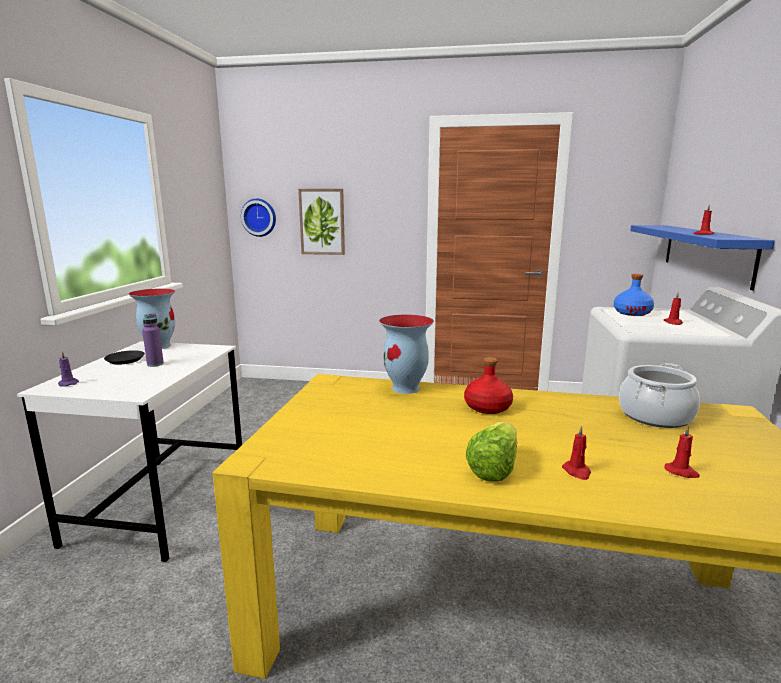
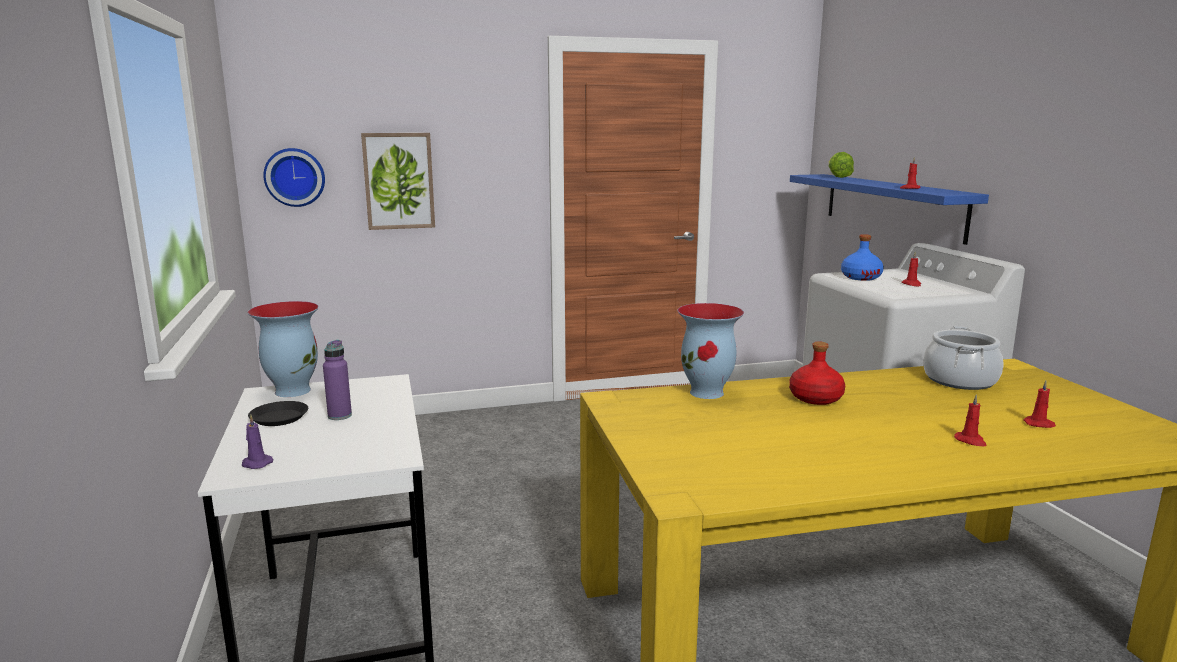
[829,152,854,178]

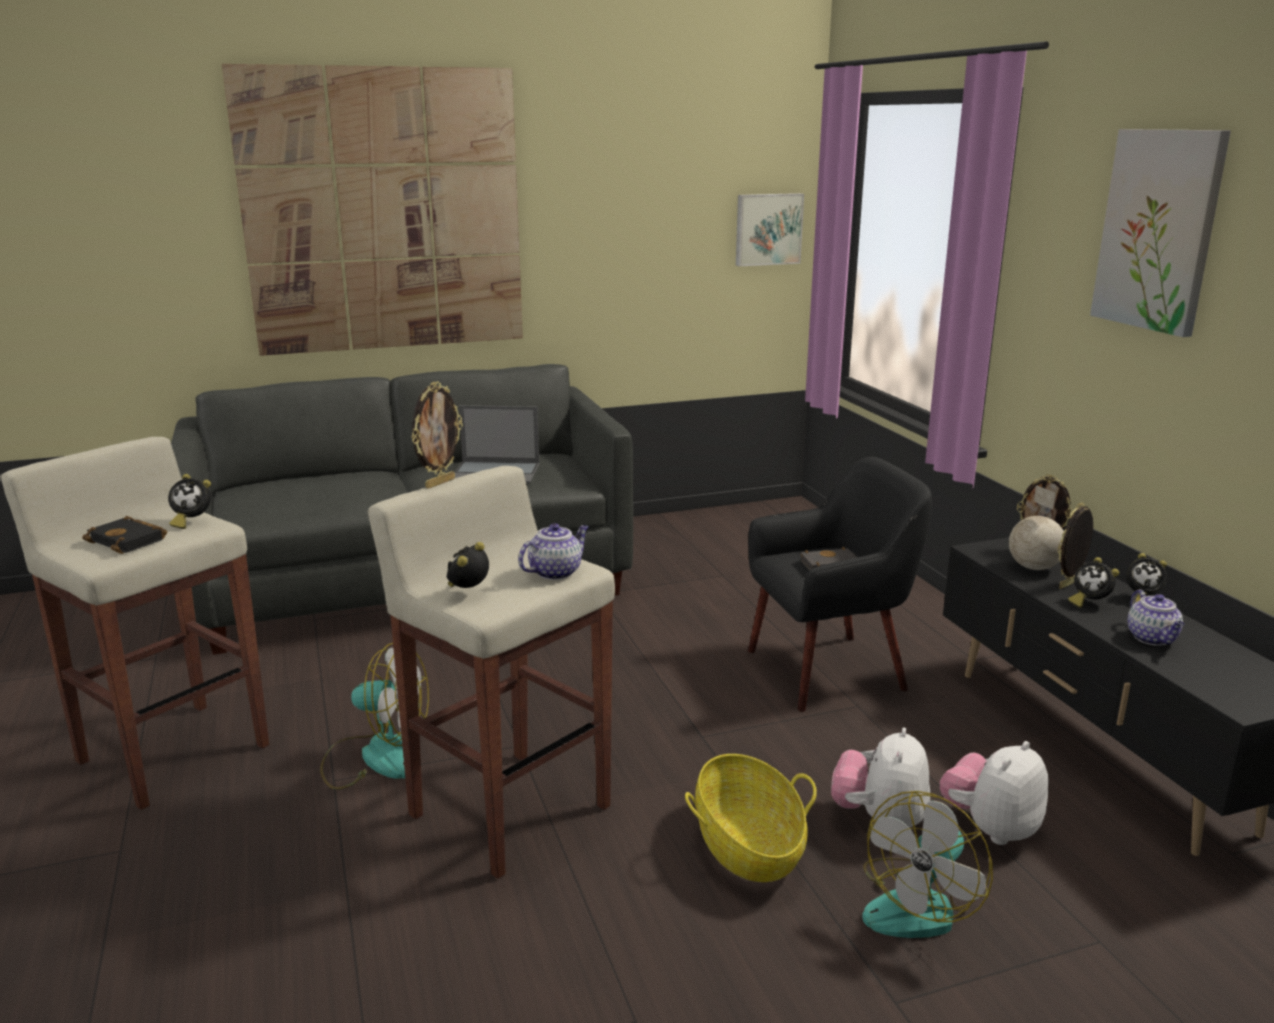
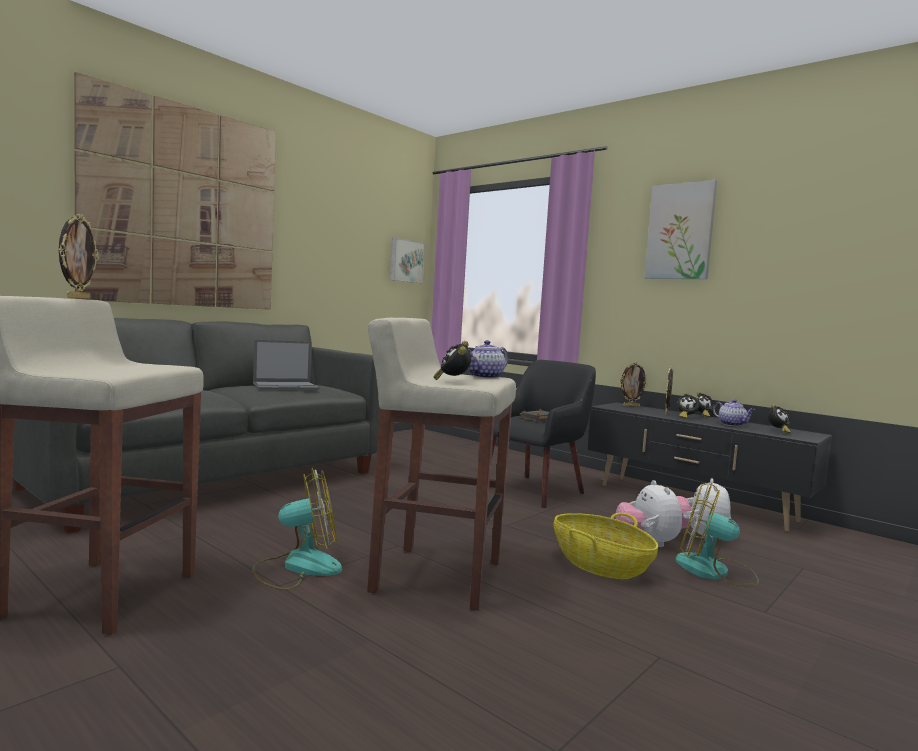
[82,516,167,554] (first image)
[1009,485,1064,570] (first image)
[768,404,791,434]
[59,214,99,299]
[468,340,508,379]
[676,483,759,586]

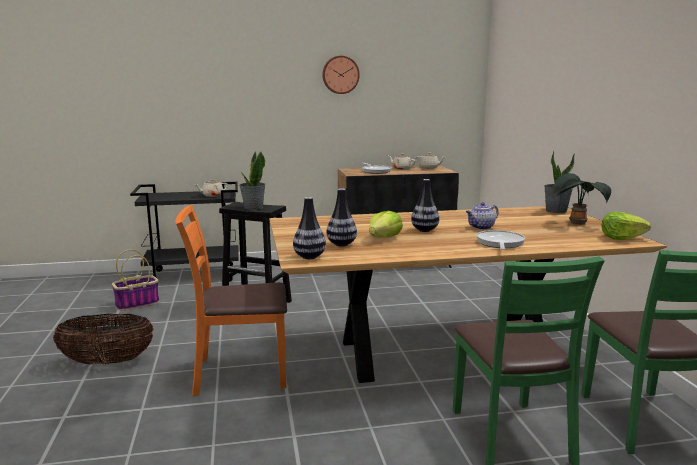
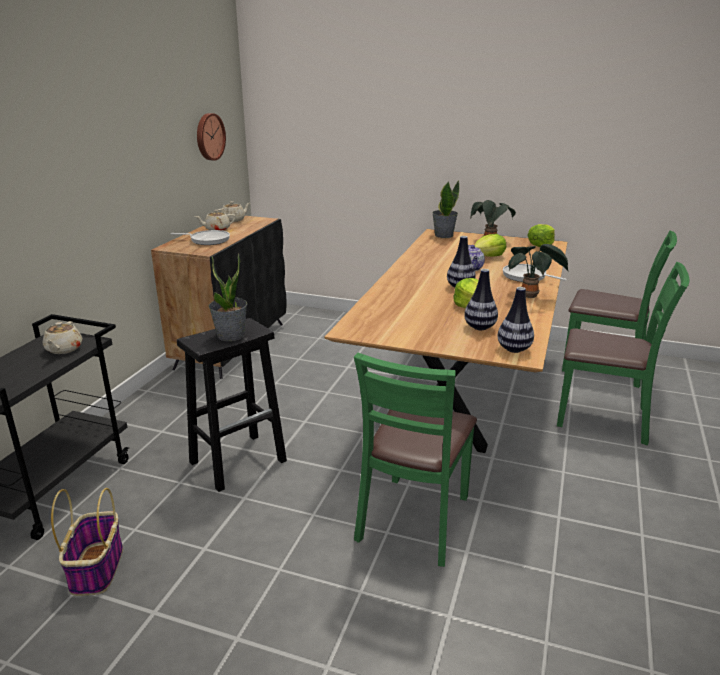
[53,314,154,365] (first image)
[475,234,506,257]
[508,244,569,298]
[197,113,226,161]
[354,353,477,567]

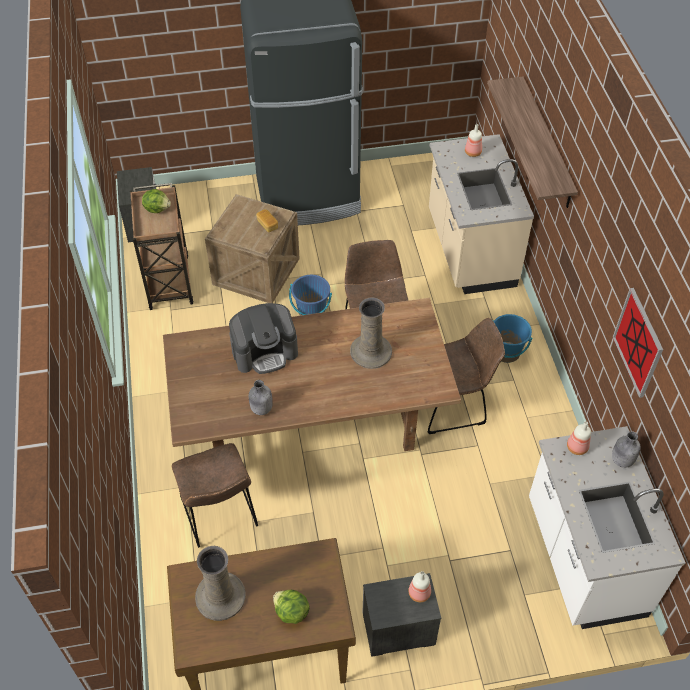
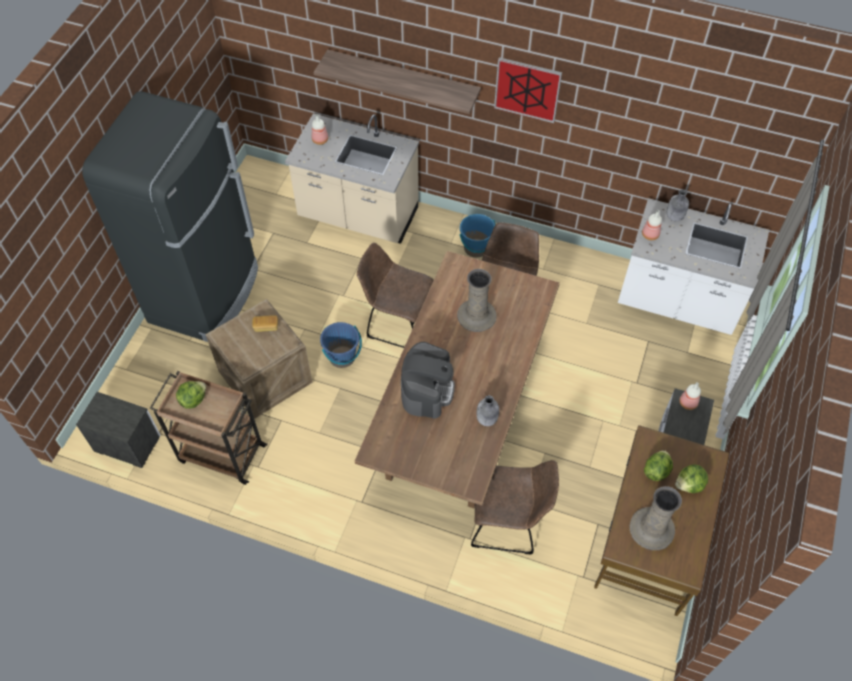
[644,450,673,481]
[494,57,562,123]

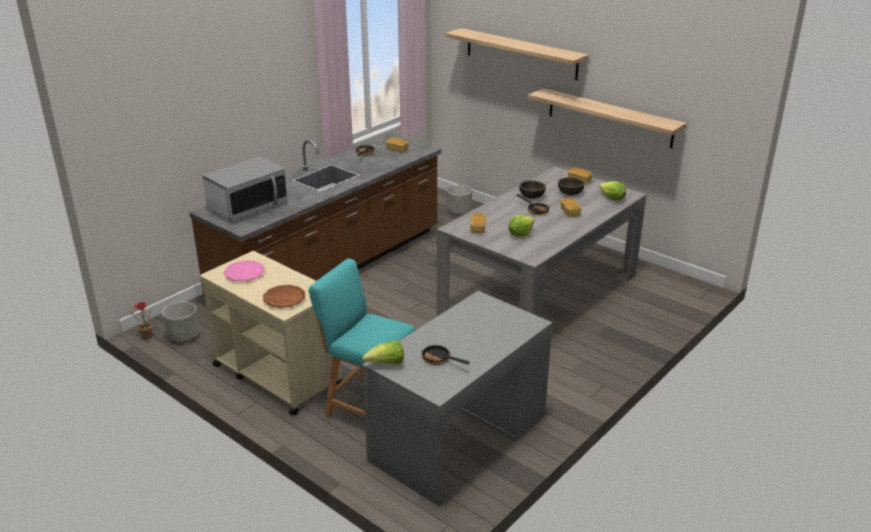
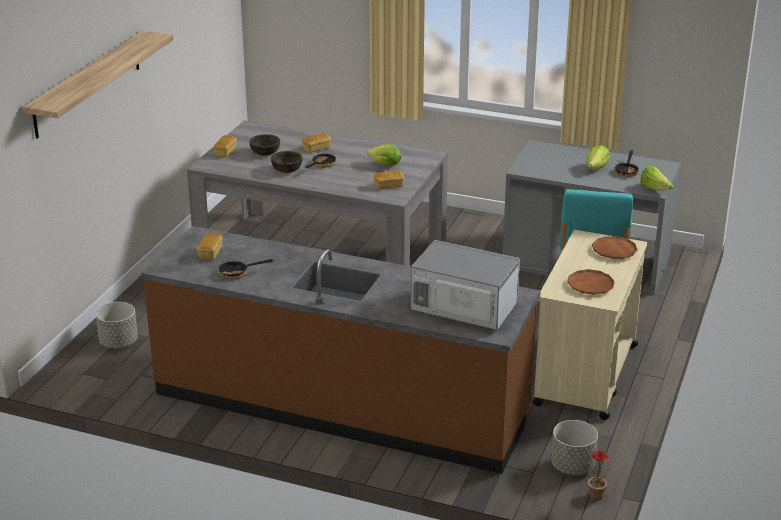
[528,88,687,148] (first image)
[586,145,610,170]
[567,269,615,295]

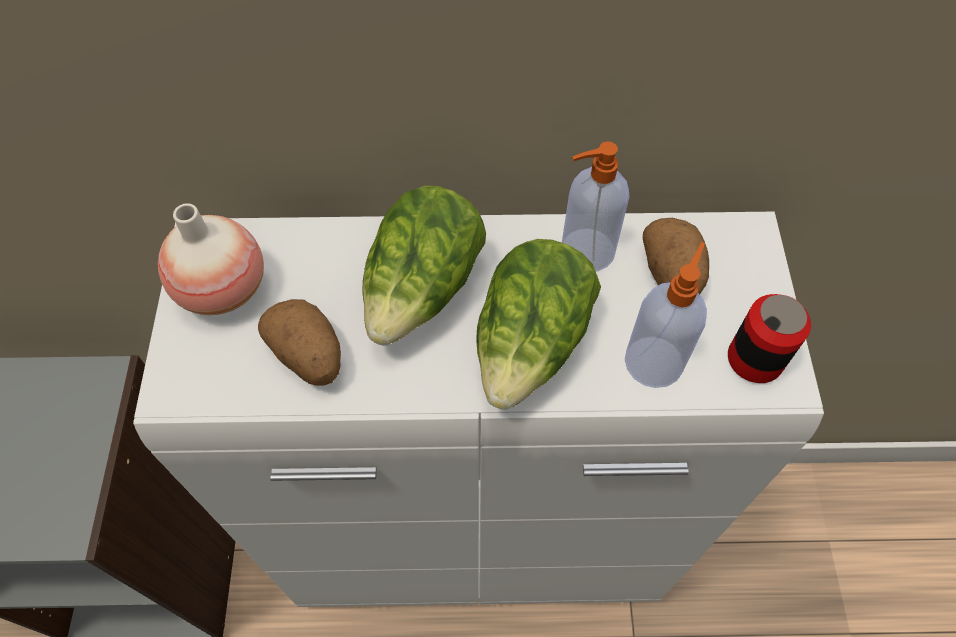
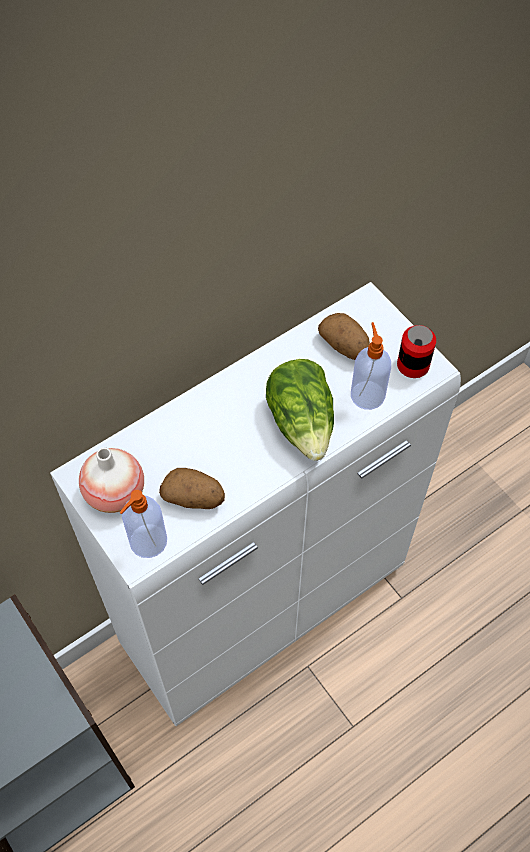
[362,185,486,346] (first image)
[120,490,167,558]

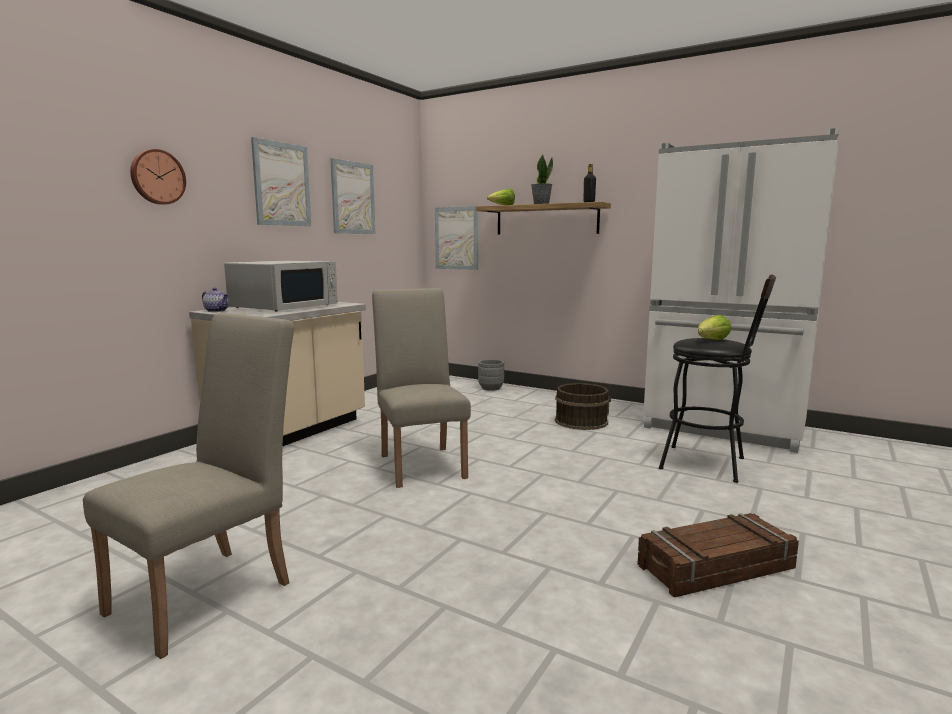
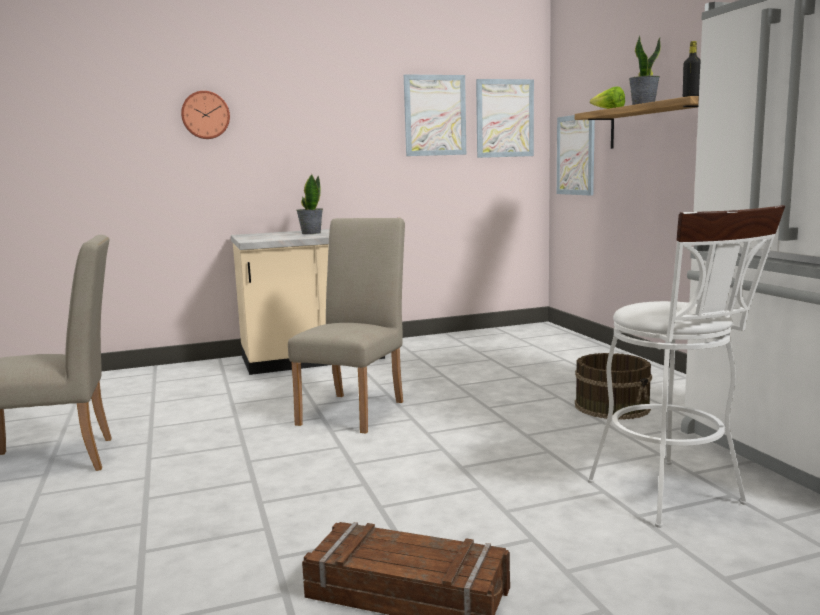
[202,288,229,312] (first image)
[478,359,504,391] (first image)
[698,315,731,340] (first image)
[476,79,534,158]
[297,174,323,234]
[588,205,785,528]

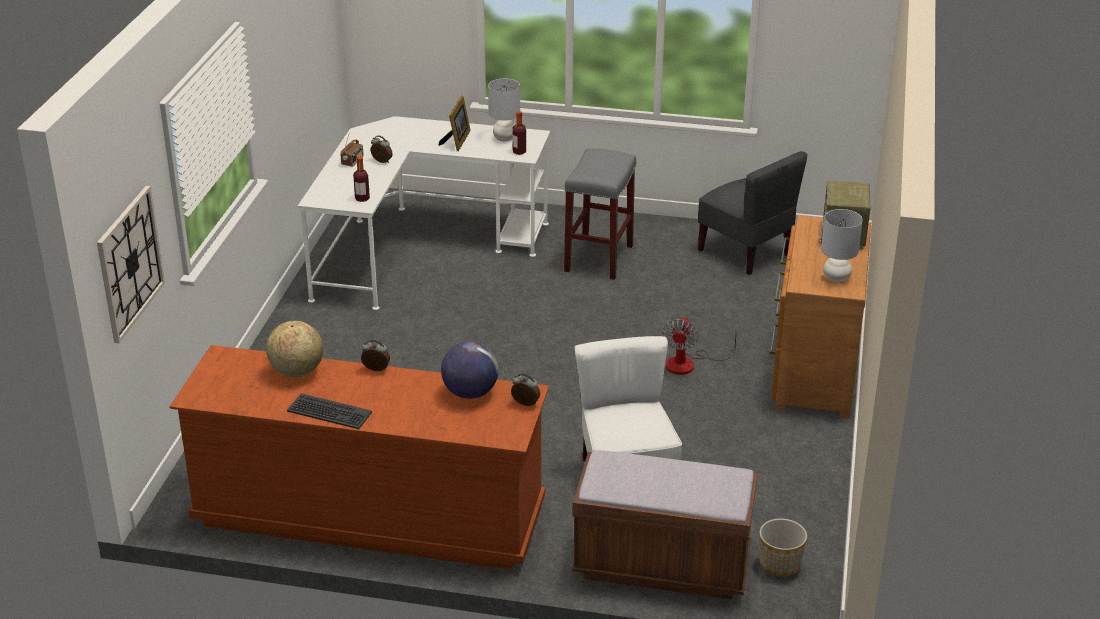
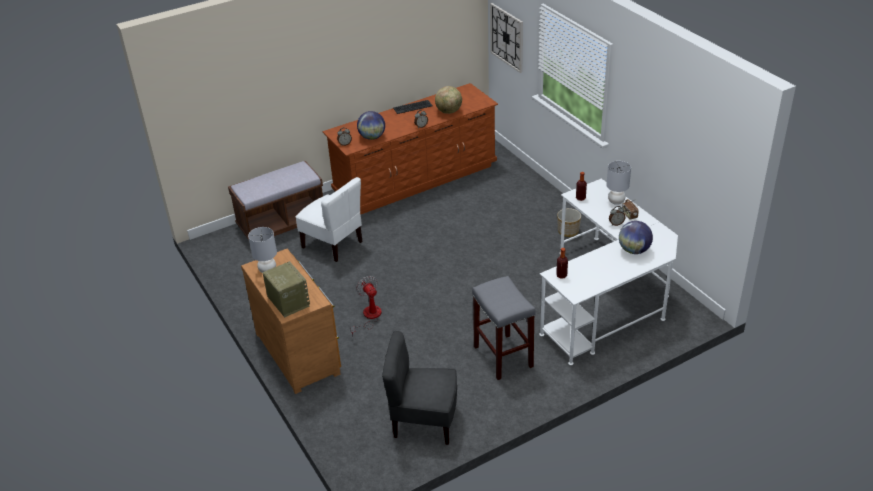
[438,96,471,151] (first image)
[619,221,653,254]
[607,161,631,205]
[557,208,581,237]

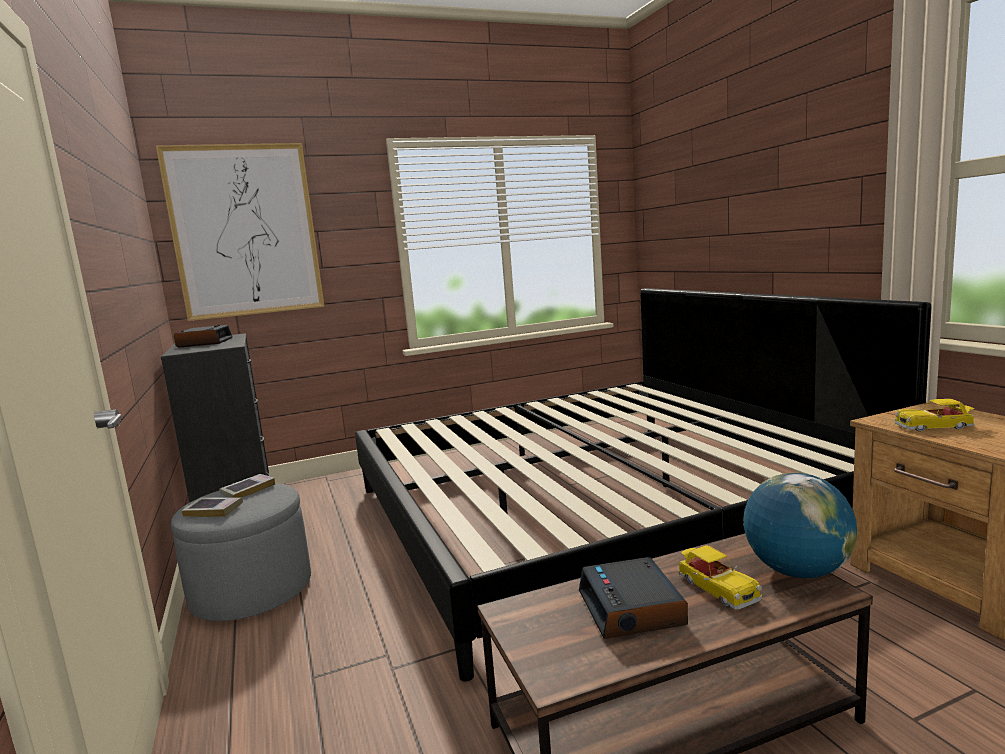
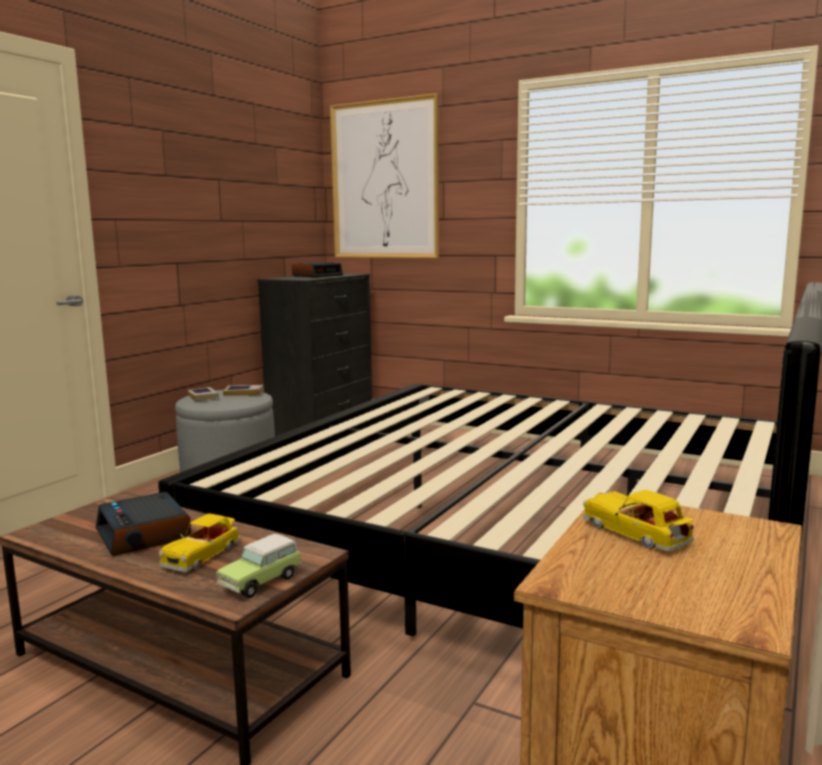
[216,534,302,598]
[96,492,191,556]

